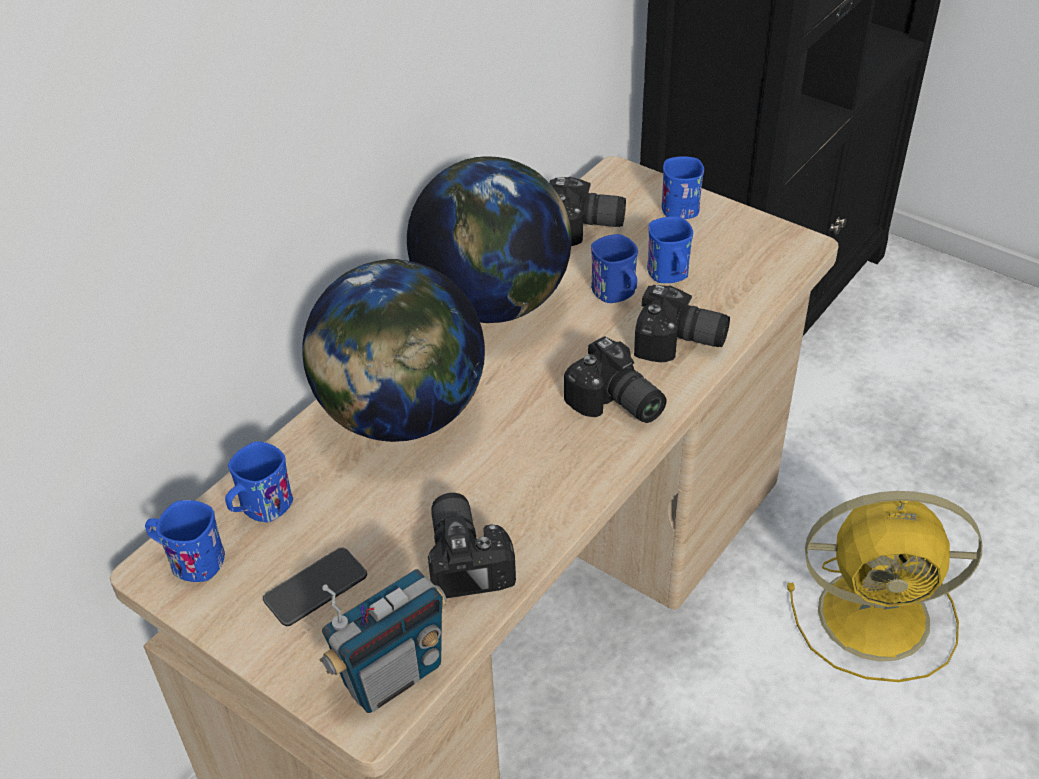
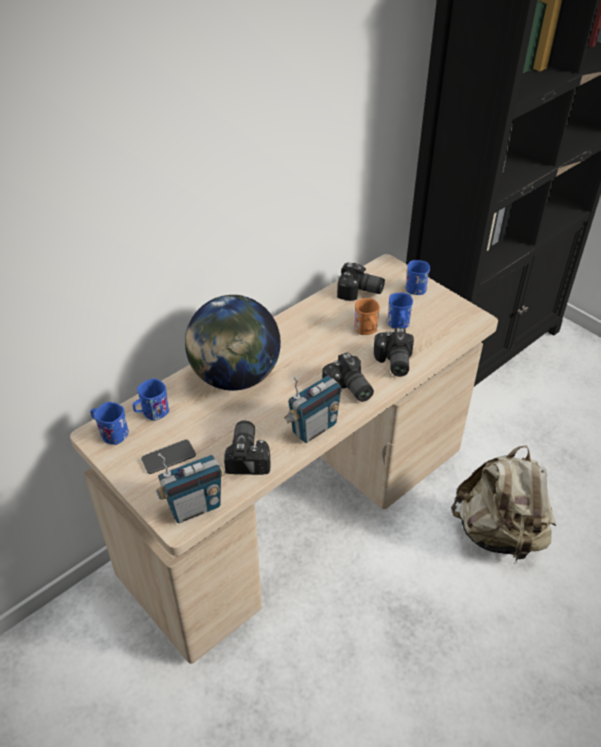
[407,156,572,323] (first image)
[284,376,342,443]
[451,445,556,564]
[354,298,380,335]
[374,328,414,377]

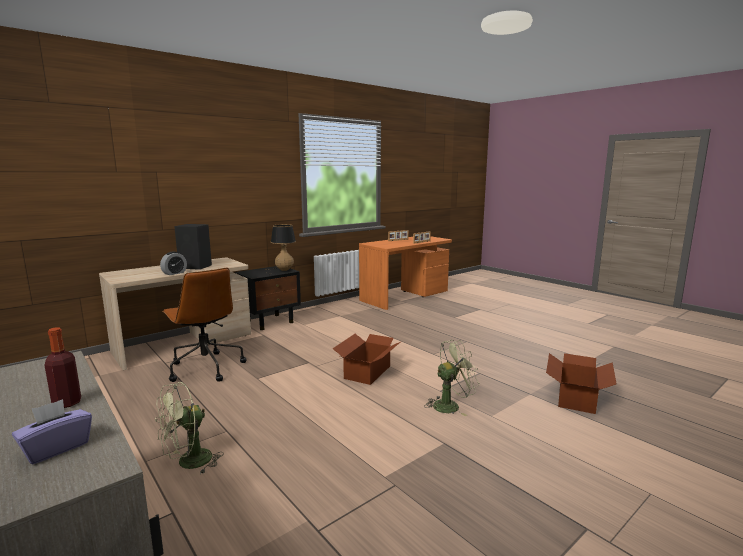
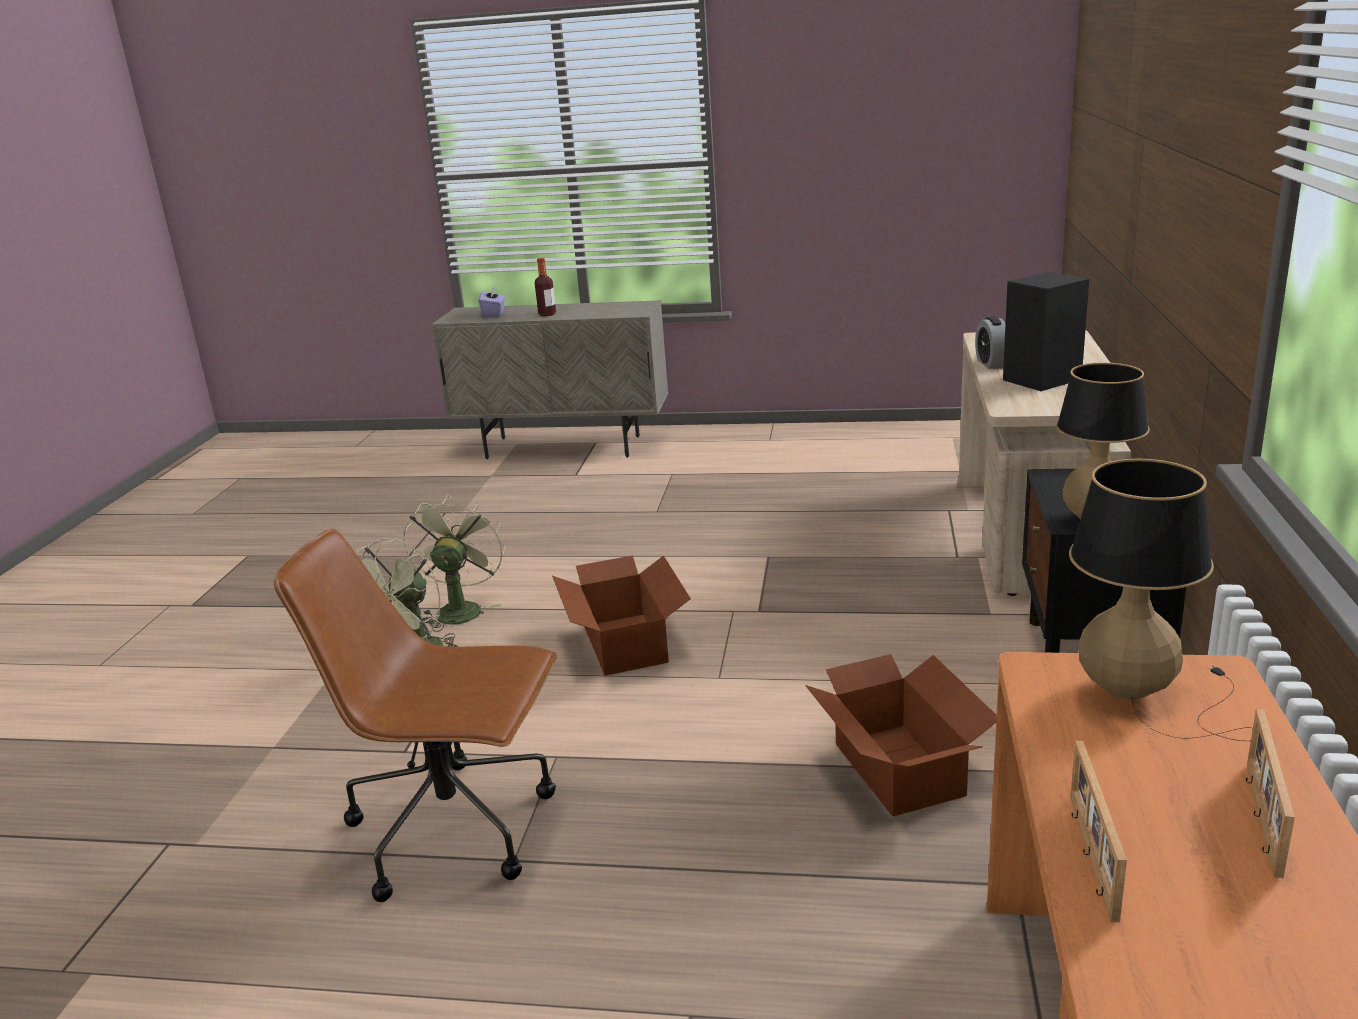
[1069,459,1247,741]
[403,494,506,632]
[274,528,557,902]
[805,654,997,817]

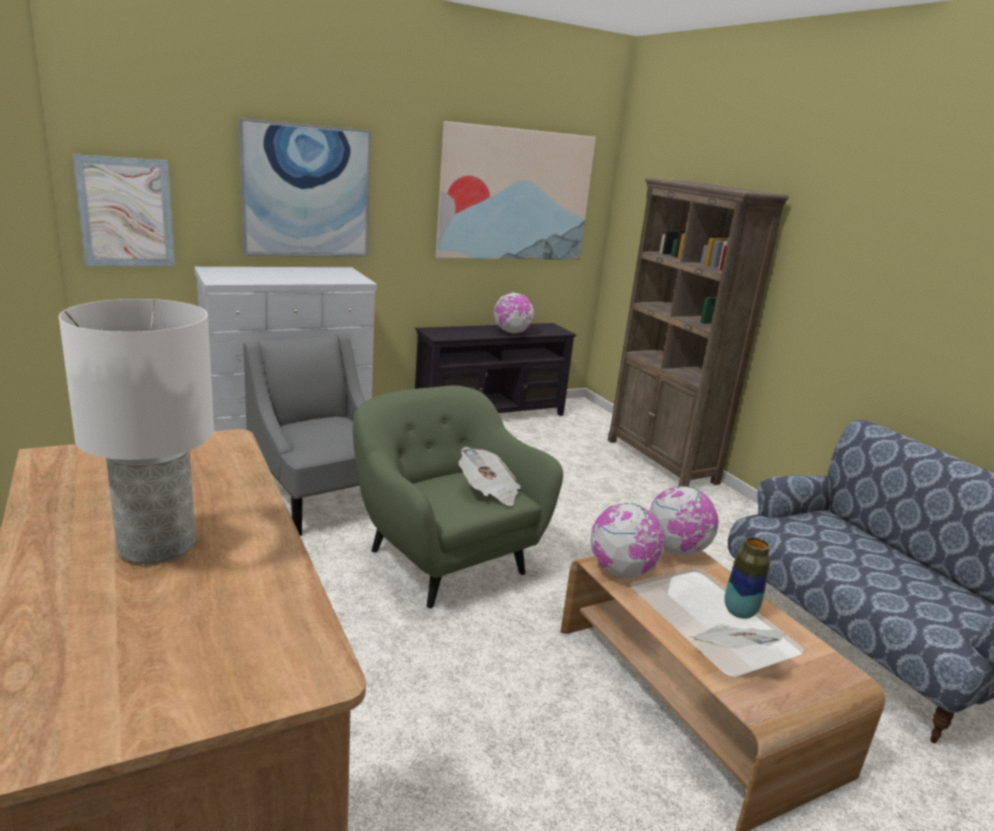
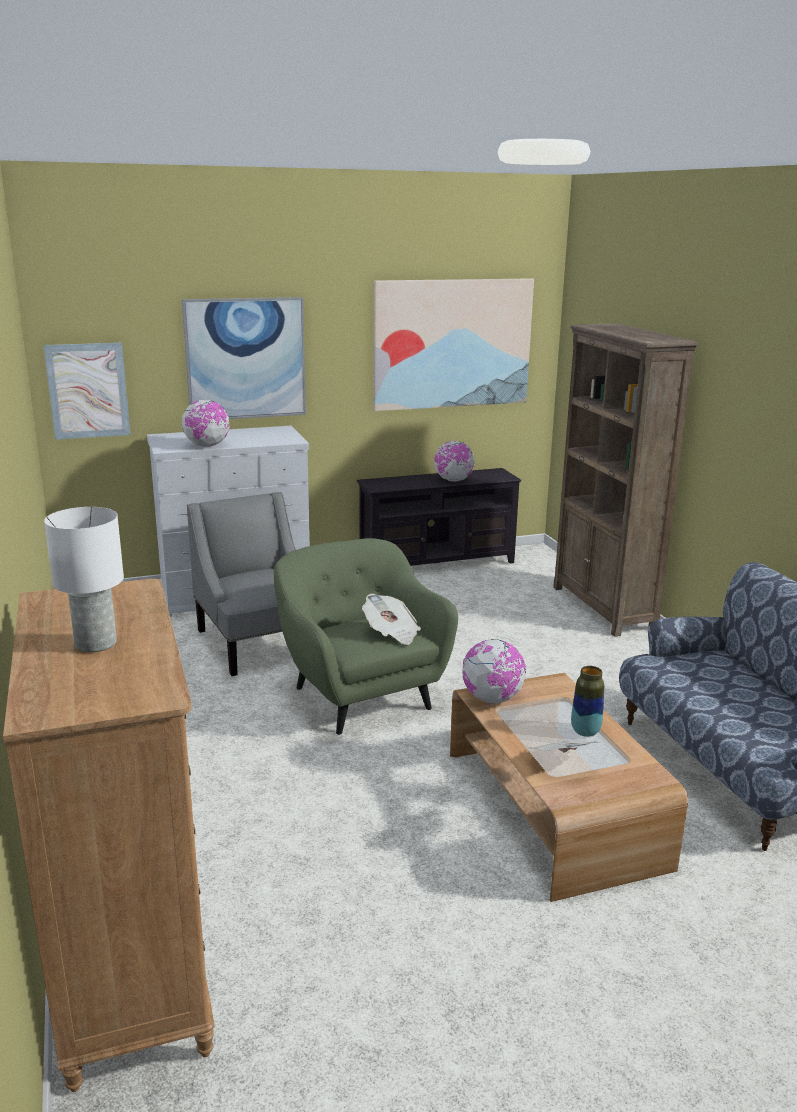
[182,400,230,447]

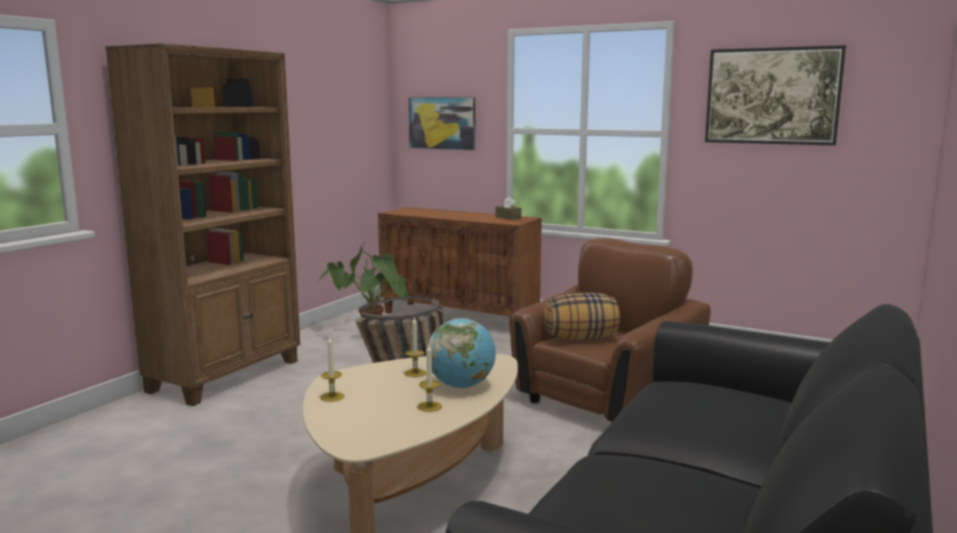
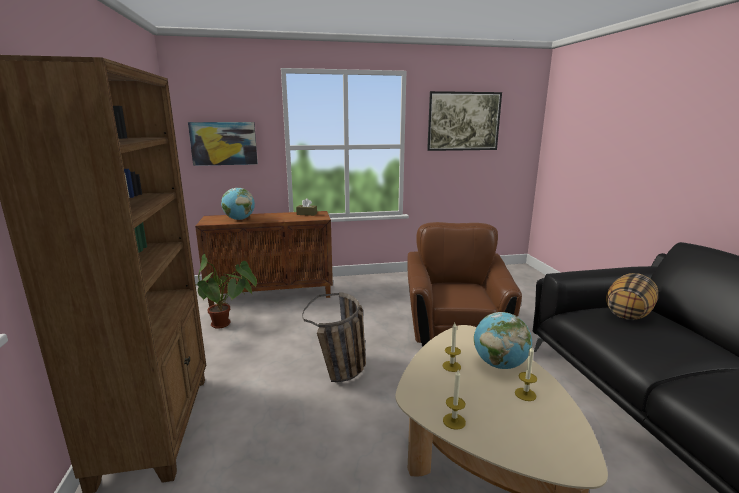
[221,188,255,220]
[606,273,658,320]

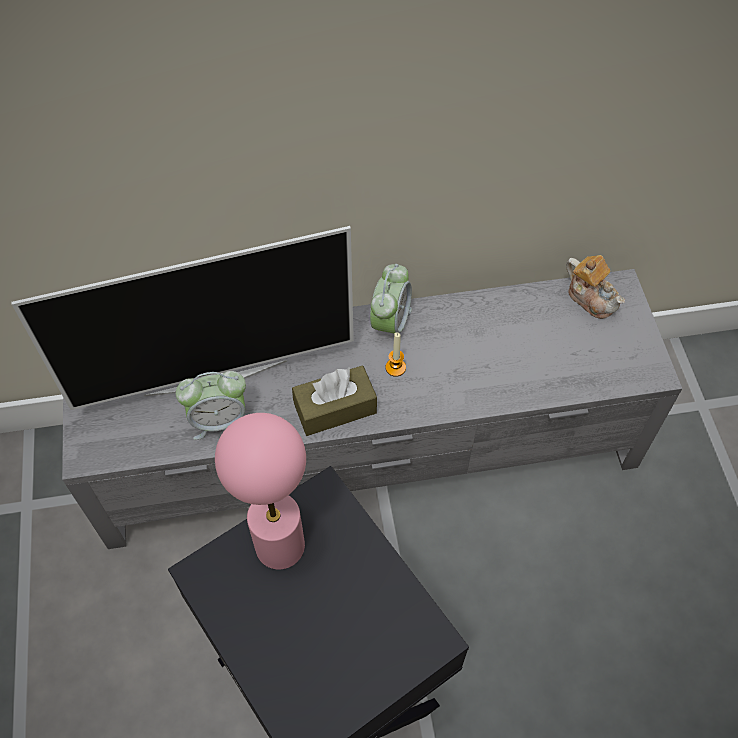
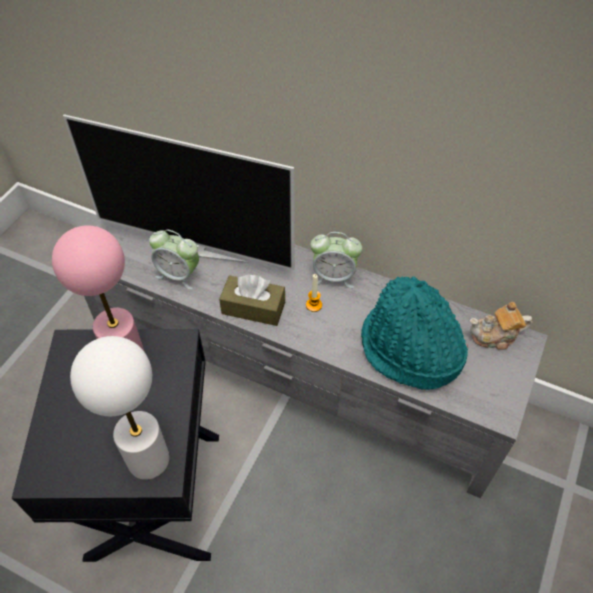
[70,336,170,480]
[361,276,469,390]
[310,232,362,288]
[470,302,532,350]

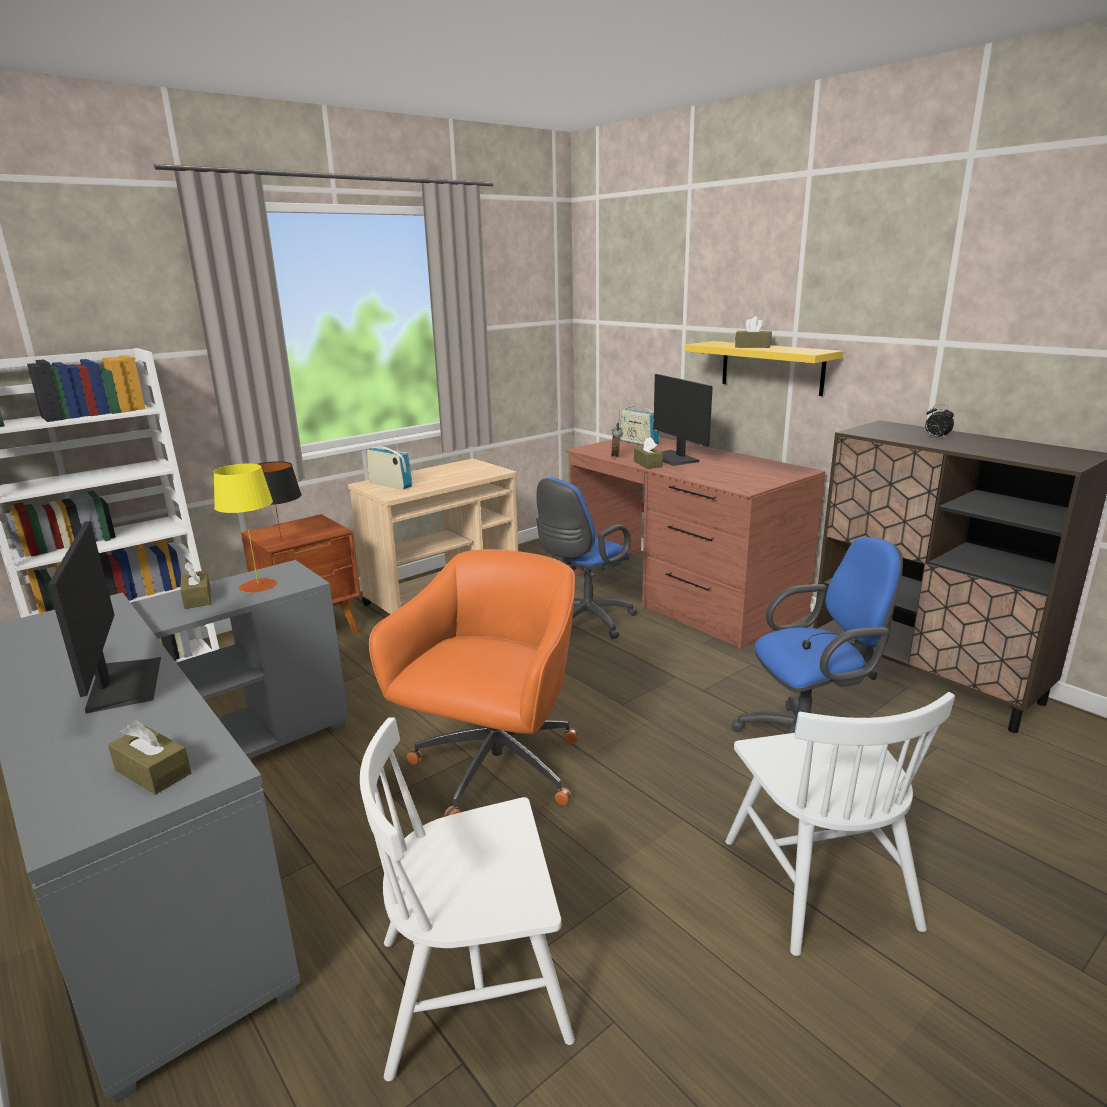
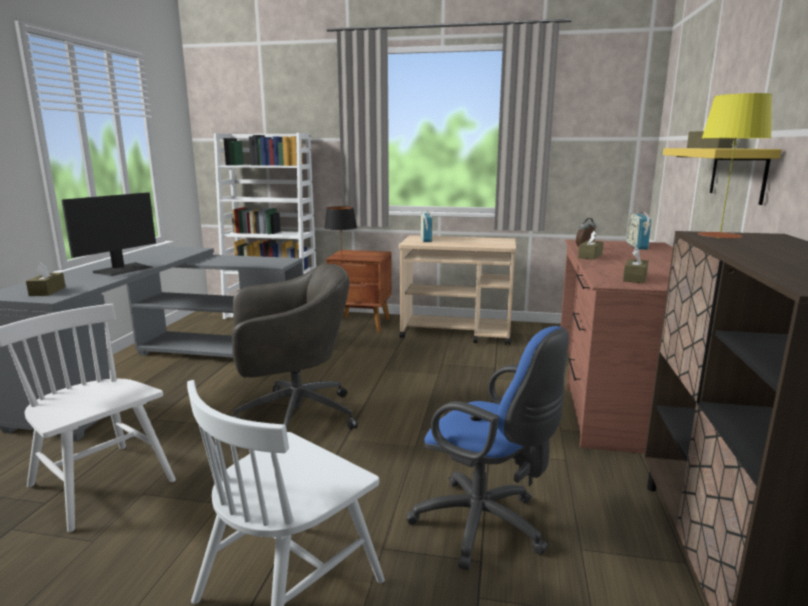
[537,477,637,639] (first image)
[653,374,713,466] (first image)
[925,404,954,438] (first image)
[623,248,649,283]
[698,93,772,238]
[231,264,358,430]

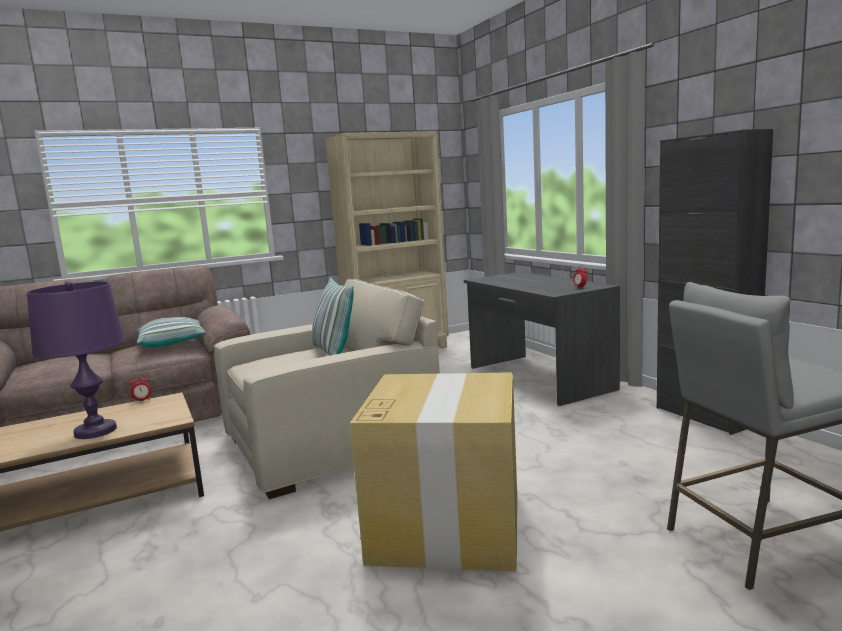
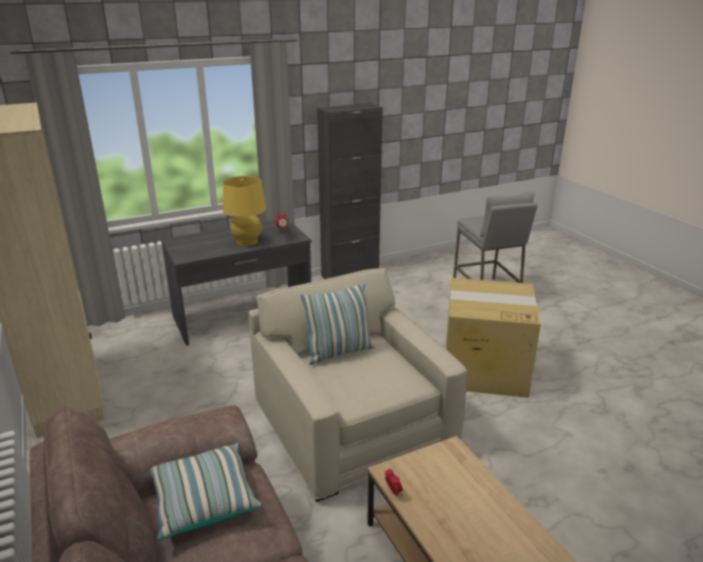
[27,282,125,439] (first image)
[223,176,266,246]

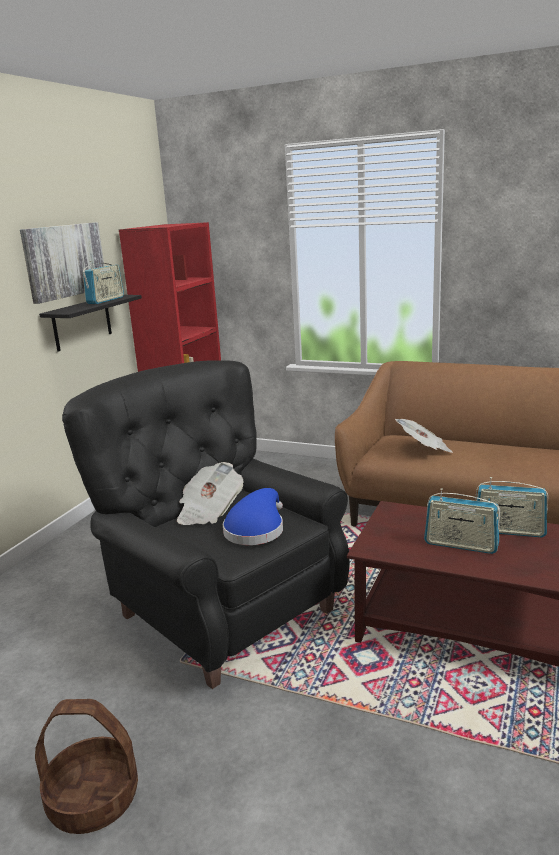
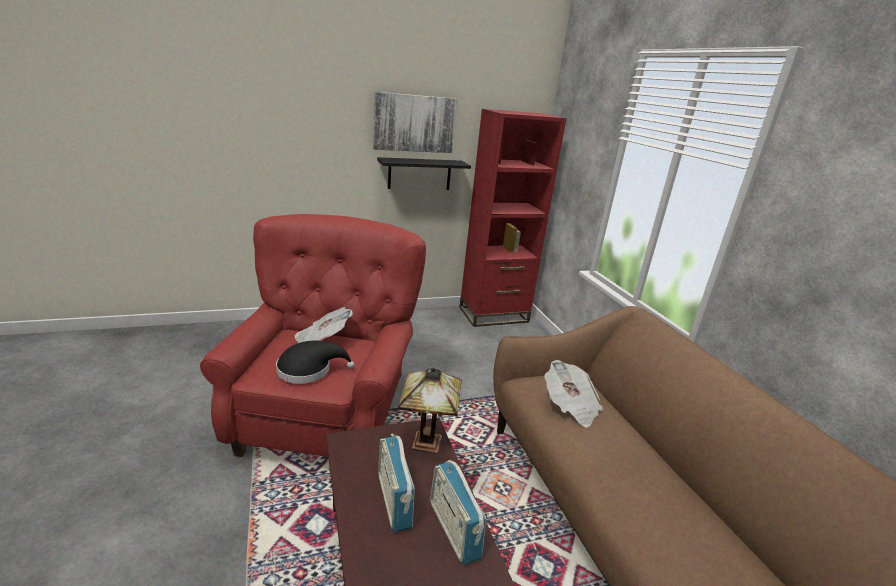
[35,699,138,834] (first image)
[83,261,124,304] (first image)
[398,368,462,454]
[200,214,426,457]
[276,341,355,384]

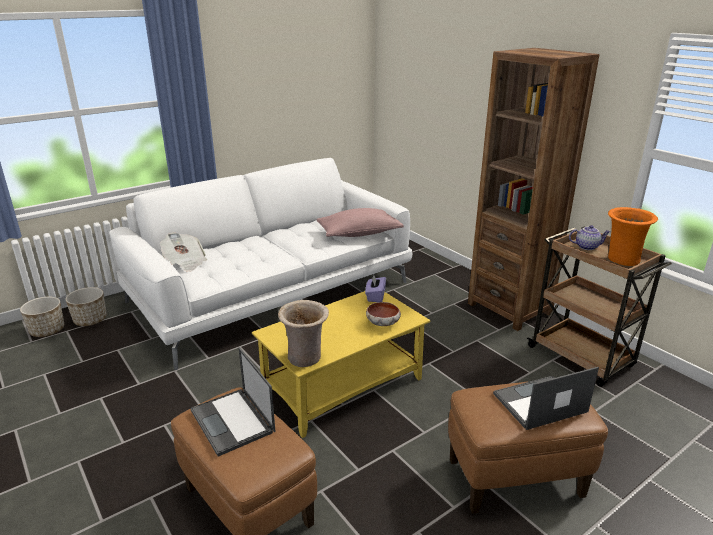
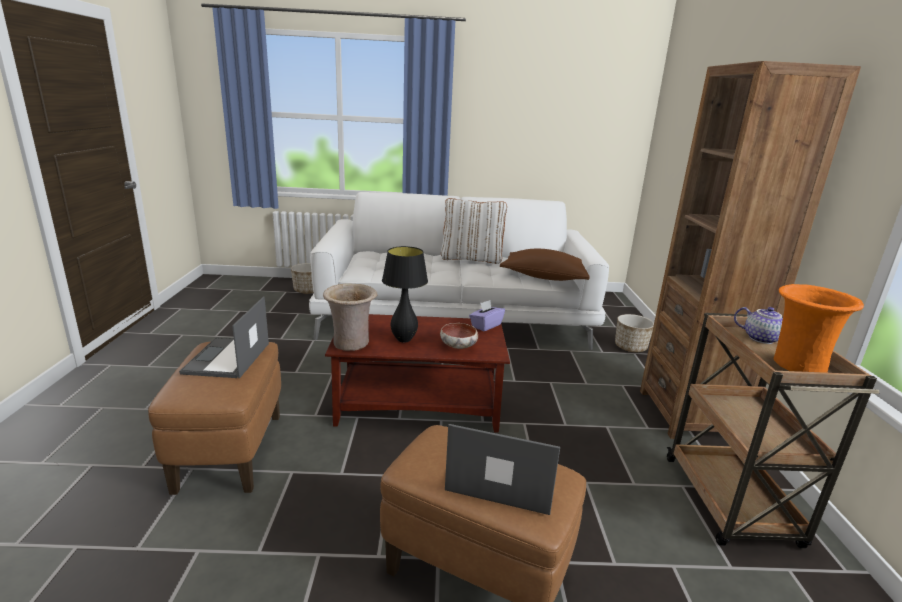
[160,232,207,272] (first image)
[382,246,428,343]
[441,198,507,264]
[615,314,654,352]
[325,314,510,433]
[500,249,590,281]

